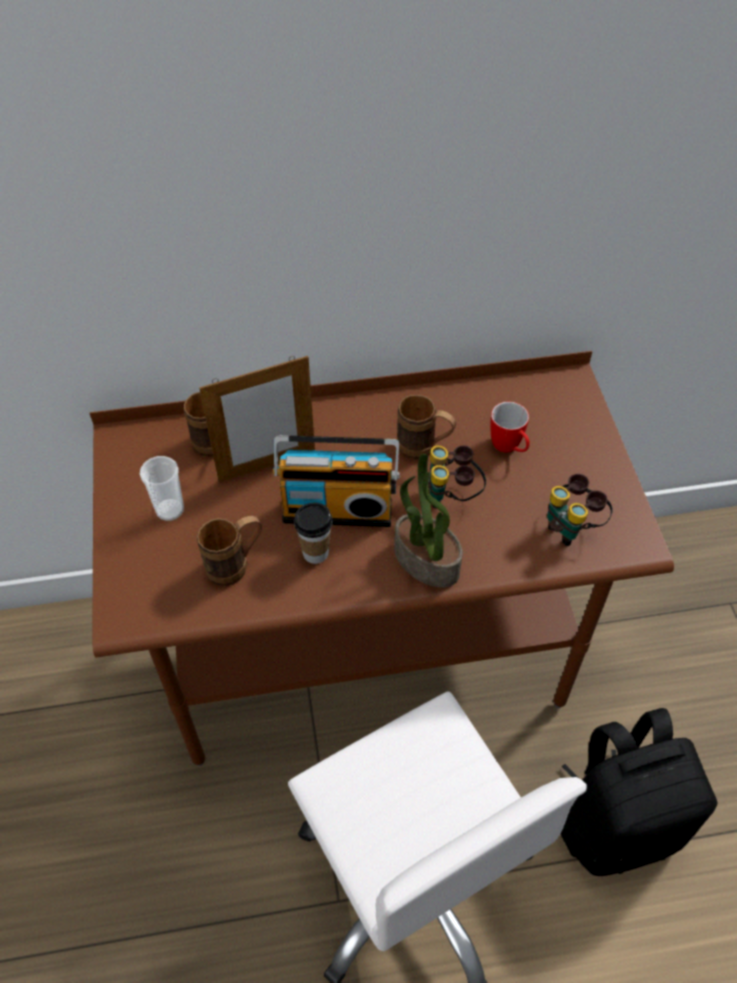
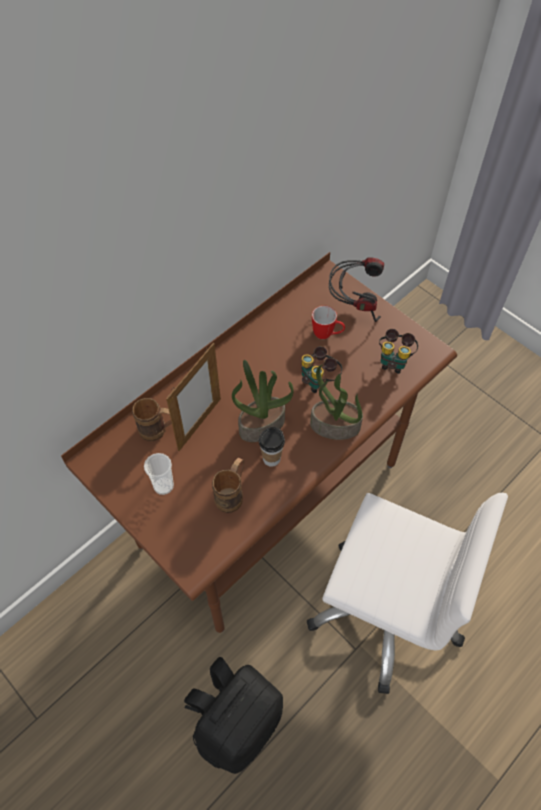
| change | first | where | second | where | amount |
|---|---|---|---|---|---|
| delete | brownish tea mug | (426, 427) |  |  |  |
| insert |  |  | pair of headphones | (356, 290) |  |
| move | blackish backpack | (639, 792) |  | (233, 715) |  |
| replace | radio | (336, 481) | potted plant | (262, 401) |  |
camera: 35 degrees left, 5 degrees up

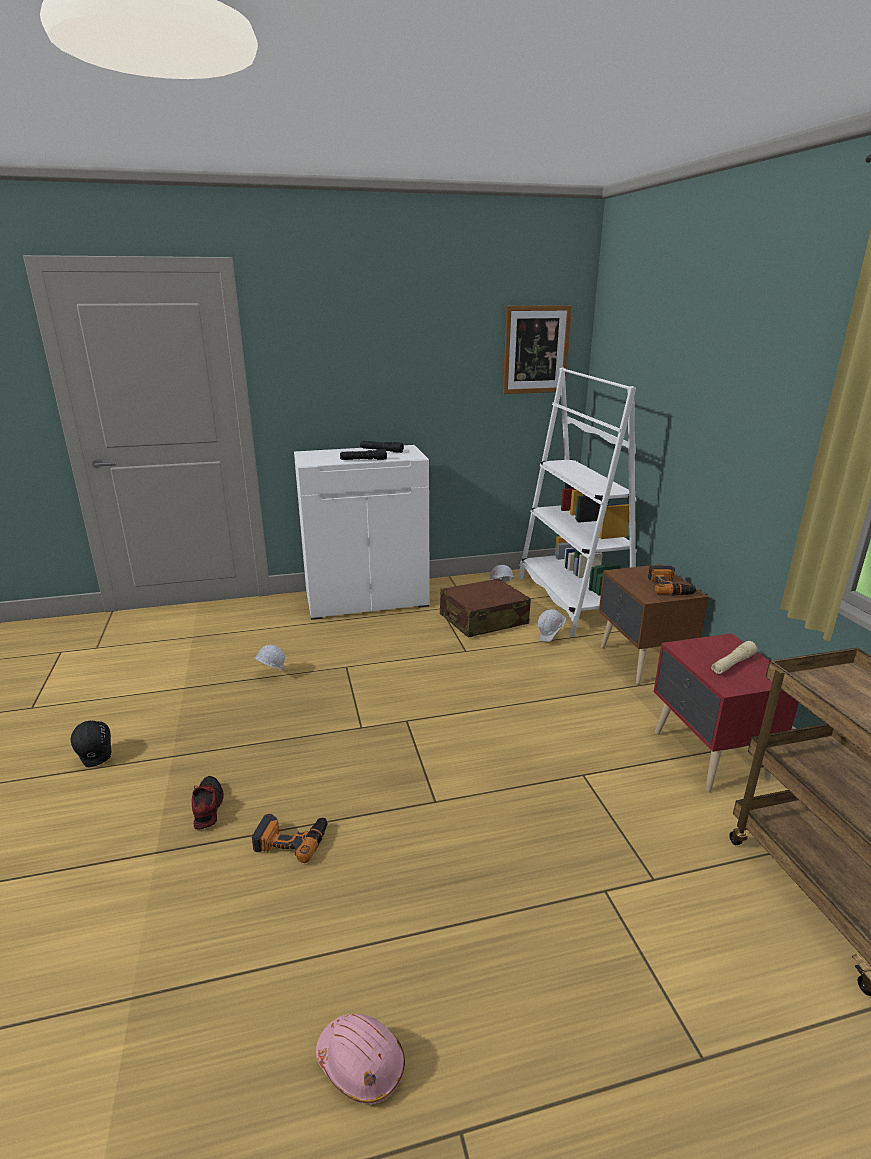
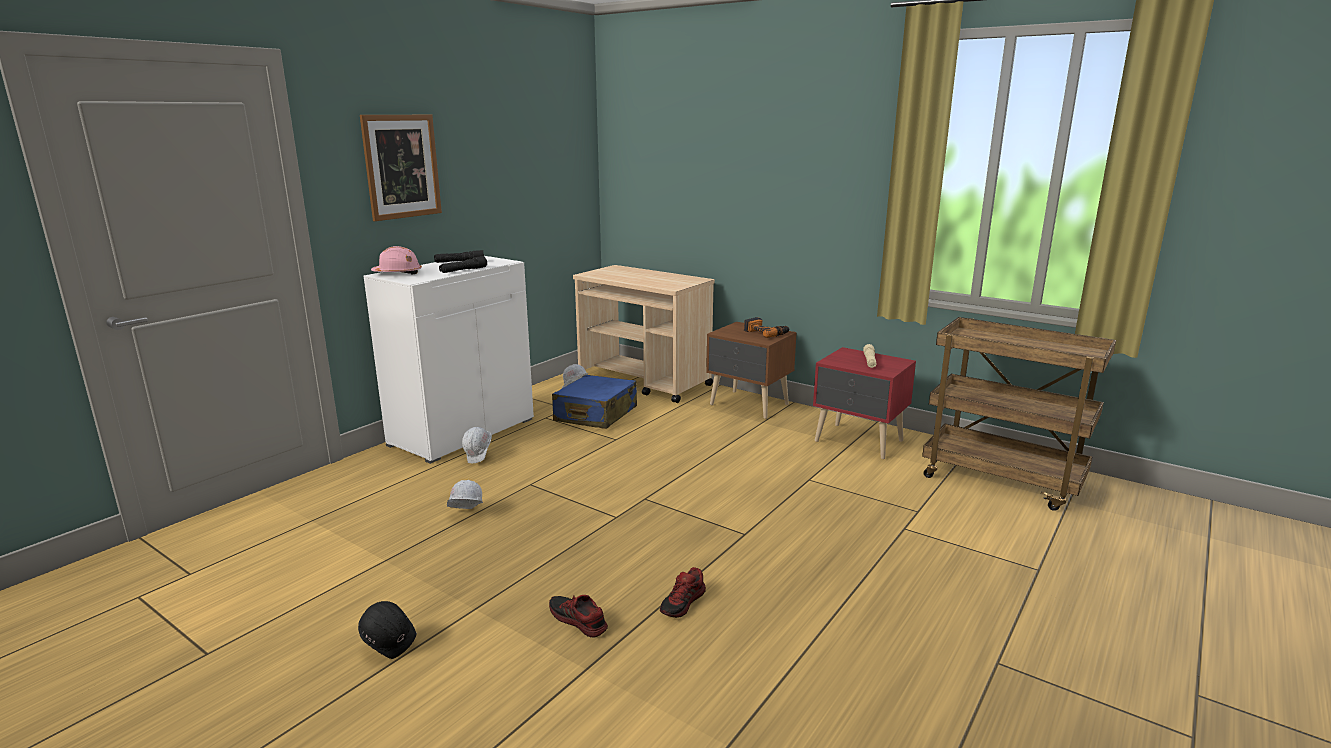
| change | first | where | second | where | amount |
|---|---|---|---|---|---|
| move | pink safety helmet | (360, 1058) |  | (396, 260) |  |
| move | wall art | (537, 349) |  | (401, 168) |  |
| move | white-coloured safety helmet | (552, 625) |  | (477, 445) |  |
| replace | power drill | (289, 838) | low shoe | (683, 592) |  |
| replace | white-coloured bookshelf | (577, 502) | sand-coloured wheeled cart | (644, 334) |  |
| recolor | brownish suitcase | (485, 608) | blue-coloured suitcase | (594, 402) |  |
camera: 40 degrees left, 5 degrees down

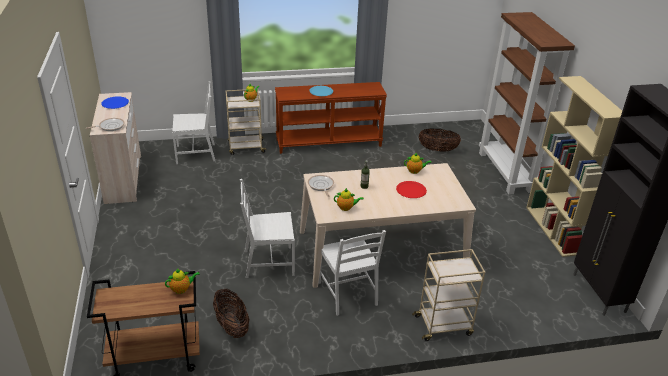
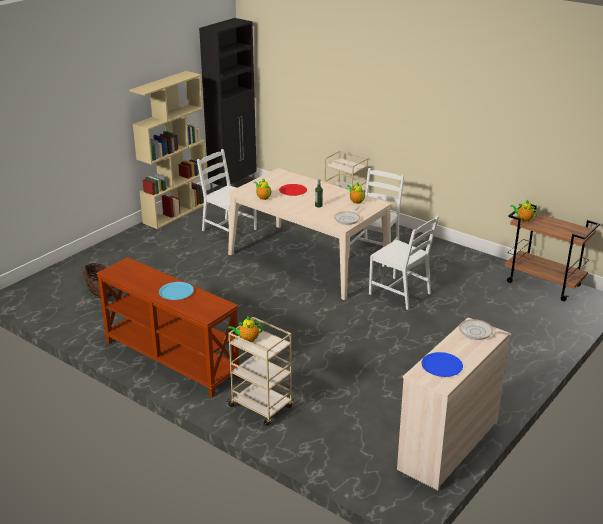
| change | first | where | second | where | amount |
|---|---|---|---|---|---|
| delete | storage basket | (231, 313) |  |  |  |
| delete | brownish bookshelf | (527, 103) |  |  |  |
| move | white-coloured upright chair | (193, 122) |  | (227, 190) |  |
camera: 130 degrees left, 5 degrees down

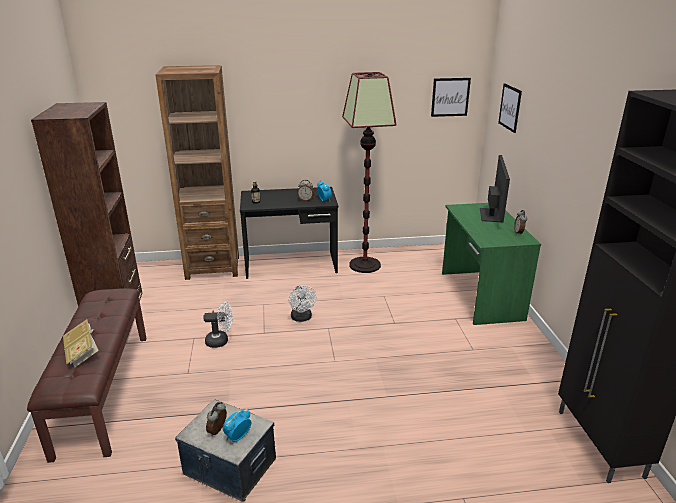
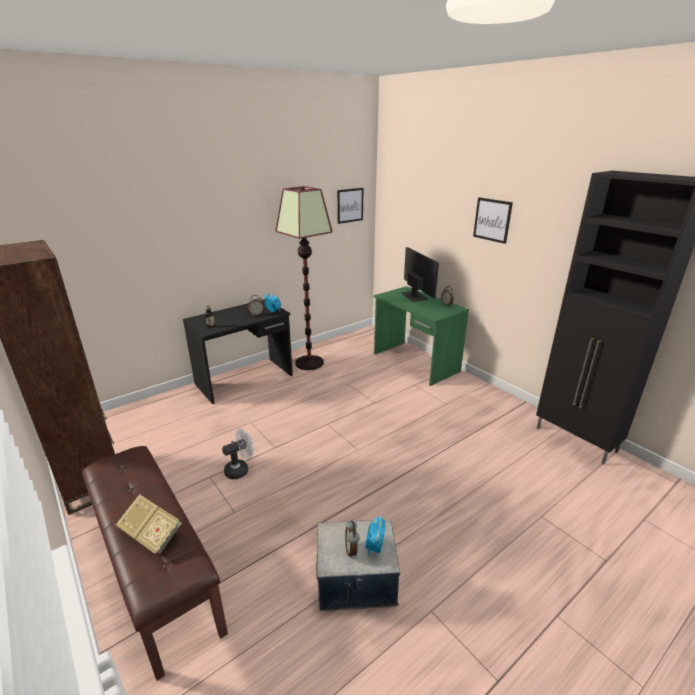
| change | first | where | second | where | amount |
|---|---|---|---|---|---|
| delete | brownish bookshelf | (197, 172) |  |  |  |
| delete | white-coloured electric fan | (303, 304) |  |  |  |
| move | wall art | (510, 108) |  | (493, 220) |  |
camera: 30 degrees left, 0 degrees up

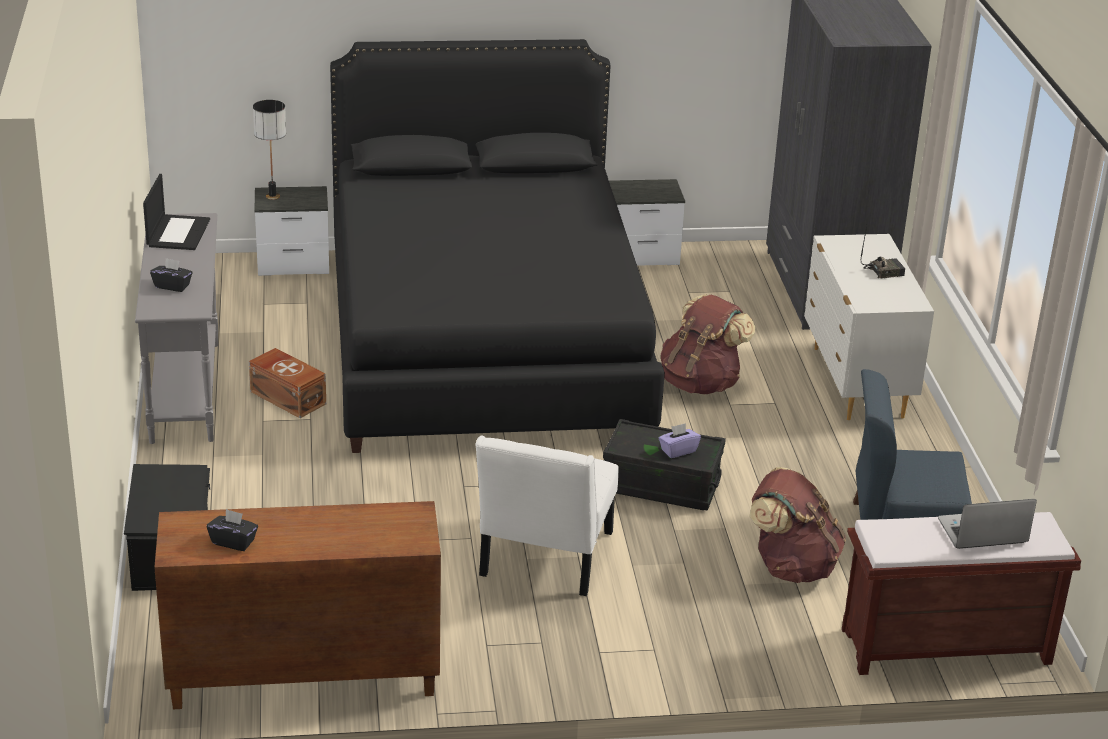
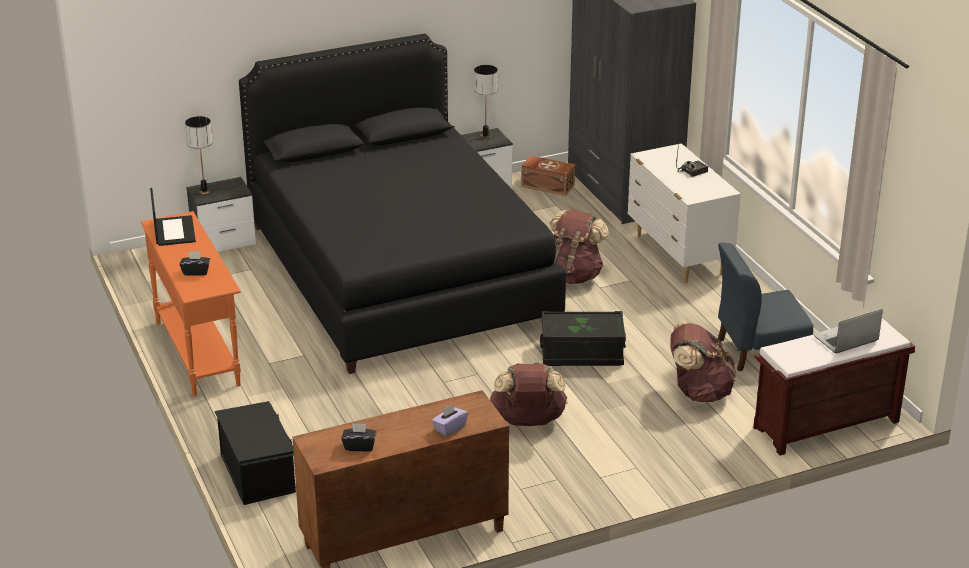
| change | first | where | second | where | amount |
|---|---|---|---|---|---|
| insert |  |  | table lamp | (486, 102) |  |
| move | brownish storage box | (287, 383) |  | (548, 176) |  |
| move | purple box of tissues | (680, 440) |  | (450, 420) |  |
| replace | white-coloured upright chair | (547, 516) | brownish backpack | (528, 394) |  |
| recolor | grey console table | (176, 328) | orangey console table | (191, 304) |  |
camera: 15 degrees left, 0 degrees up

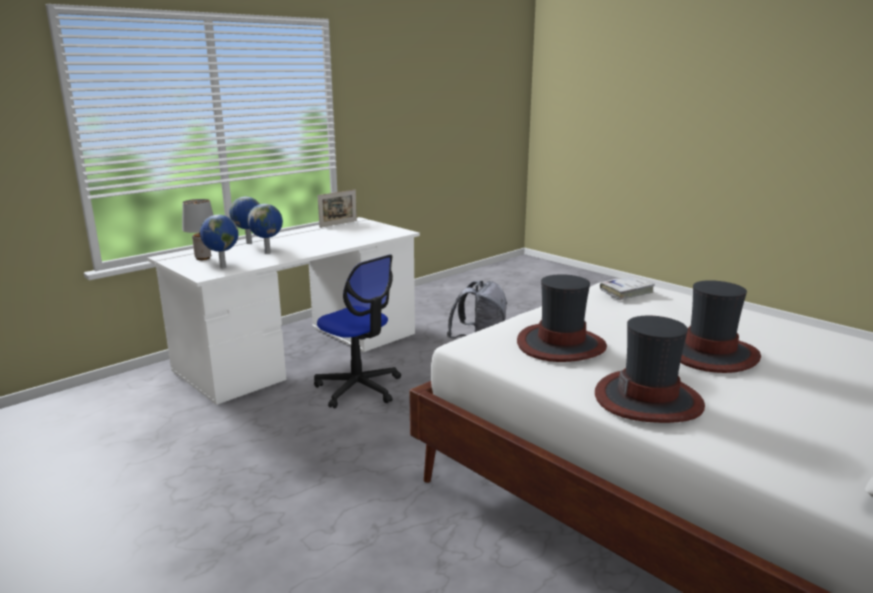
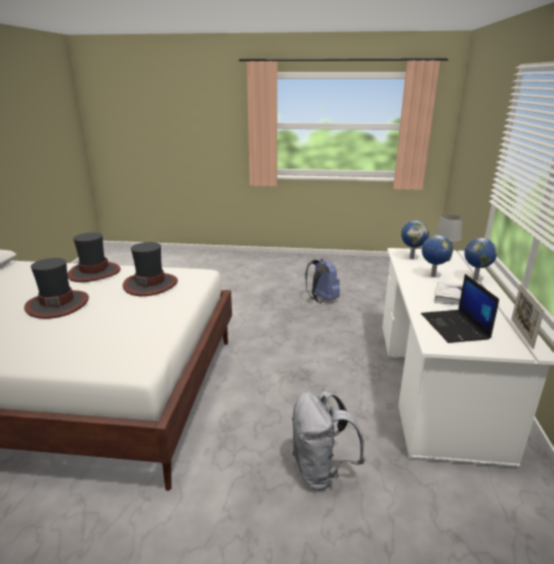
| change | first | where | second | where | amount |
|---|---|---|---|---|---|
| delete | desk chair | (357, 331) |  |  |  |
| insert |  |  | blue-coloured backpack | (322, 281) |  |
| insert |  |  | laptop | (460, 308) |  |
| move | white-coloured bound book | (627, 288) |  | (448, 293) |  |
camera: 140 degrees right, 5 degrees up

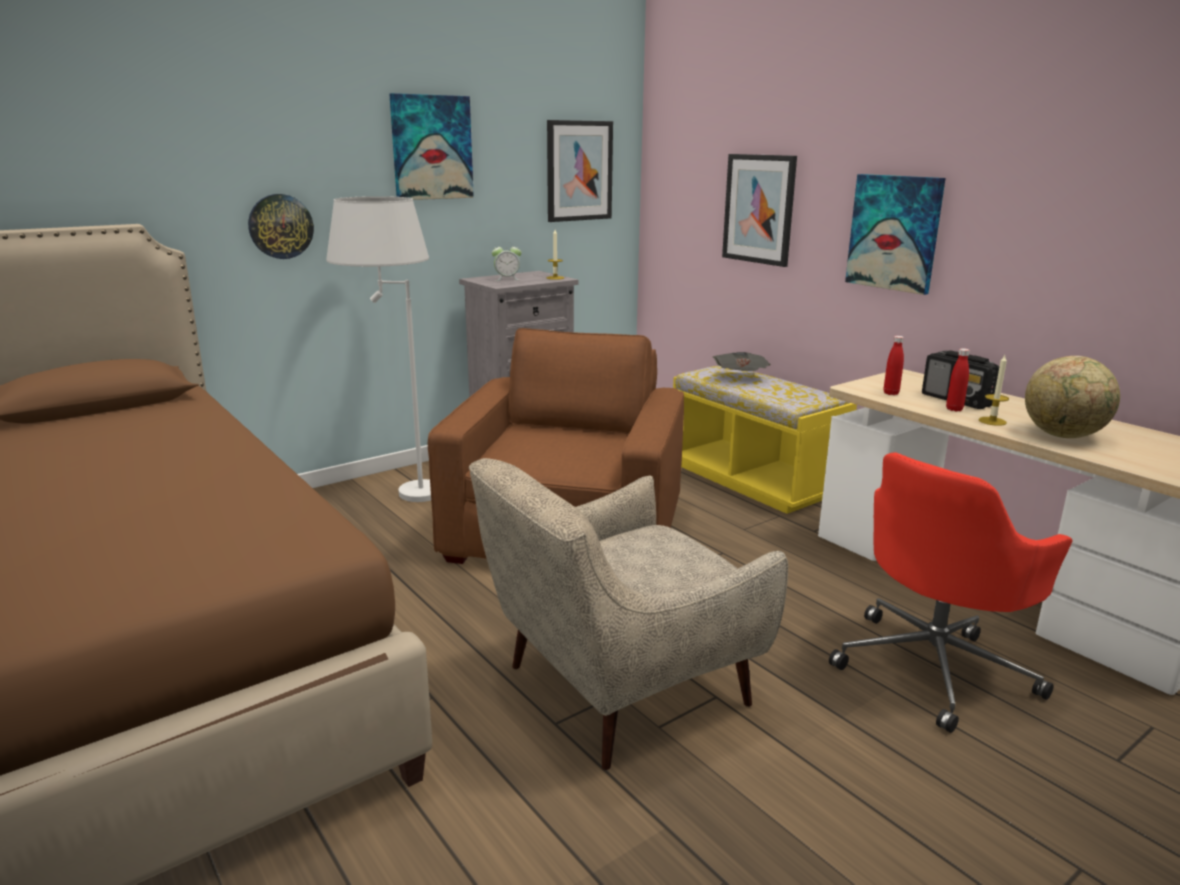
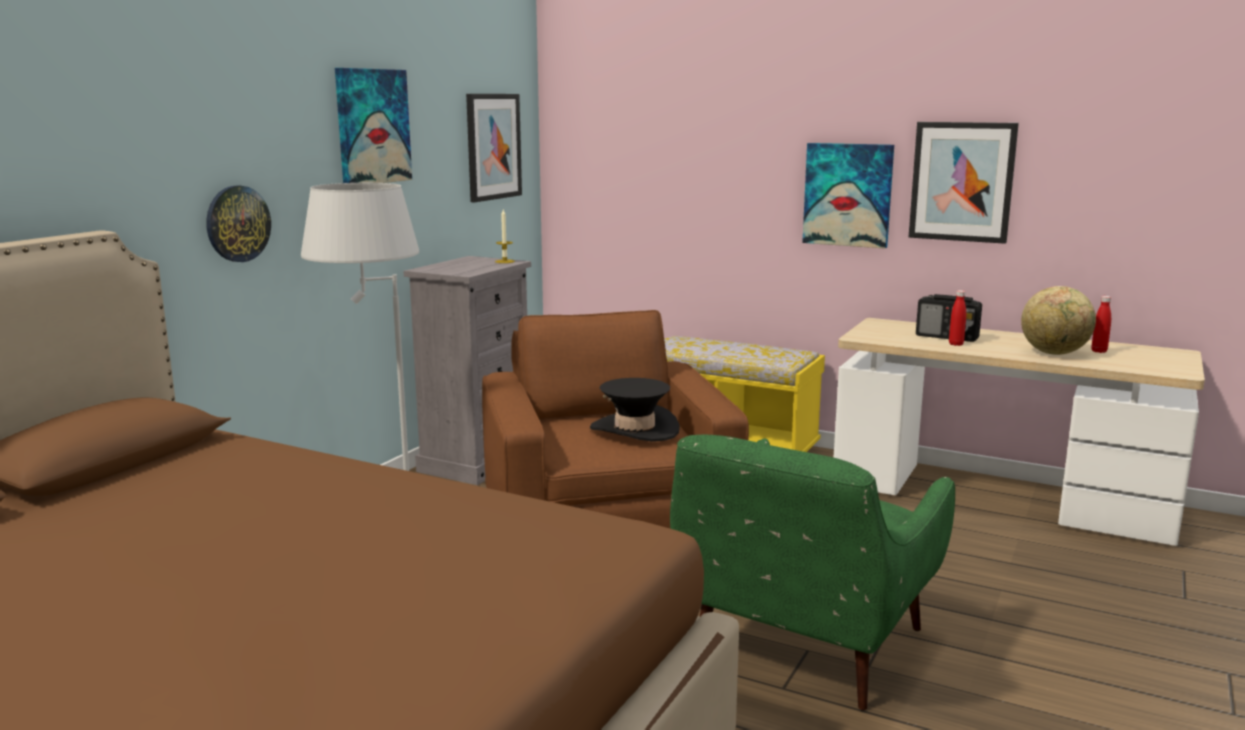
| change | first | where | second | where | amount |
|---|---|---|---|---|---|
| delete | table clock | (506, 261) |  |  |  |
| delete | daily paper | (742, 361) |  |  |  |
| delete | red desk chair | (951, 592) |  |  |  |
| delete | candle | (994, 390) |  |  |  |
| insert |  |  | blackish clothing hat | (635, 410) |  |
| move | wall art | (759, 210) |  | (964, 183) |  |
| move | red beverage bottle | (893, 365) |  | (1101, 324) |  |
| recolor | sand-coloured easy chair | (628, 614) | green easy chair | (812, 573) |  |
camera: 25 degrees left, 5 degrees down

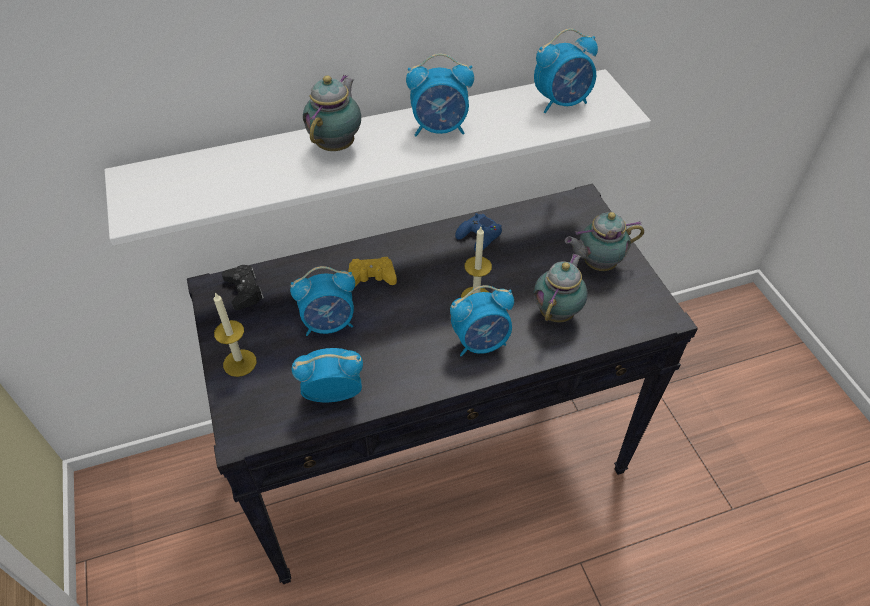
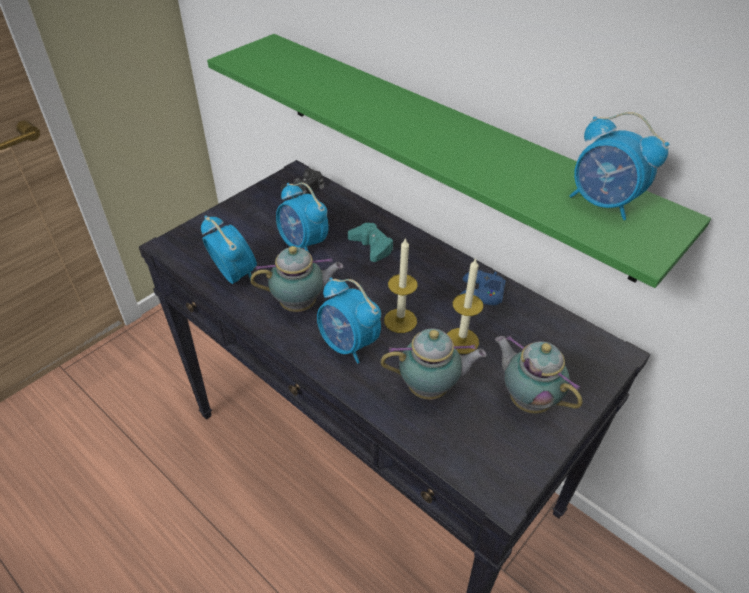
| change | first | where | second | where | amount |
|---|---|---|---|---|---|
| delete | table clock | (440, 94) |  |  |  |
| move | candle | (235, 334) |  | (465, 306) |  |
| move | pot for tea | (332, 113) |  | (297, 279) |  |
| recolor | white-coloured shelf | (378, 157) | green shelf | (459, 161) |  |
| recolor | yellow-coloured gamepad | (372, 271) | turquoise-coloured gamepad | (370, 242) |  |
camera: 60 degrees right, 5 degrees down

